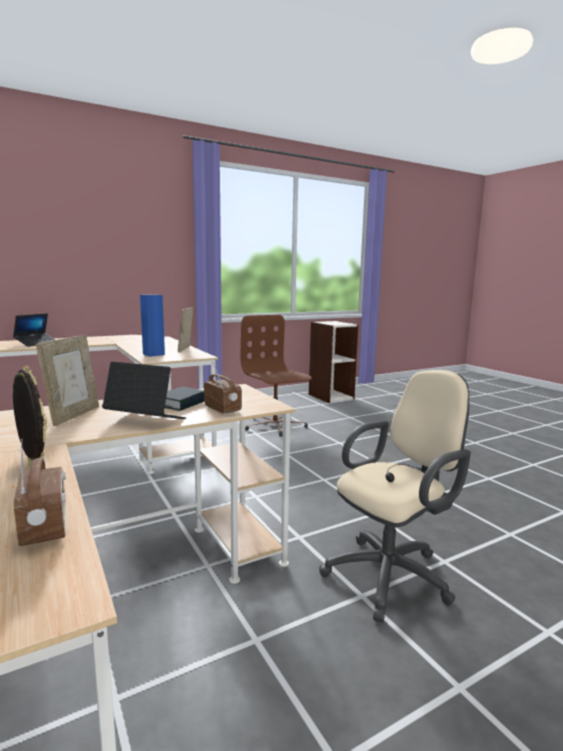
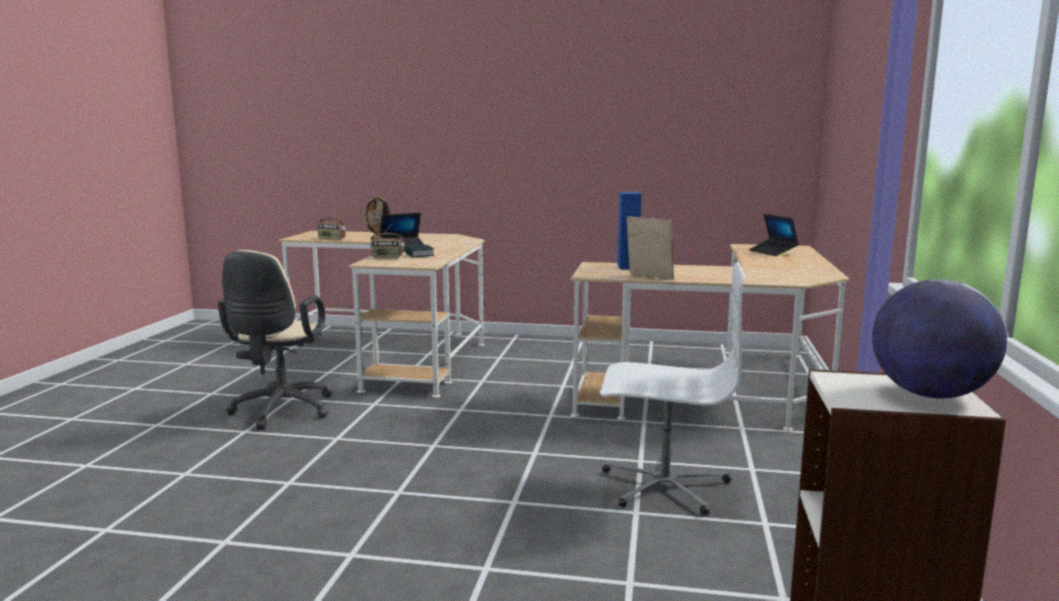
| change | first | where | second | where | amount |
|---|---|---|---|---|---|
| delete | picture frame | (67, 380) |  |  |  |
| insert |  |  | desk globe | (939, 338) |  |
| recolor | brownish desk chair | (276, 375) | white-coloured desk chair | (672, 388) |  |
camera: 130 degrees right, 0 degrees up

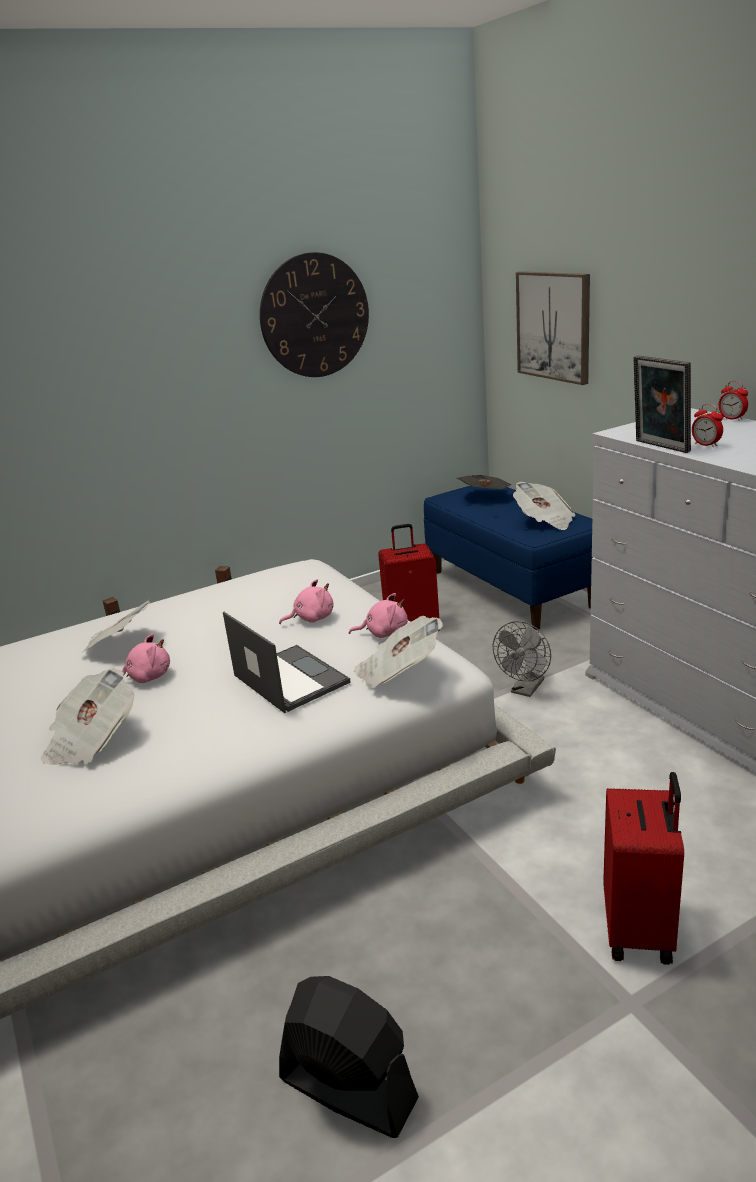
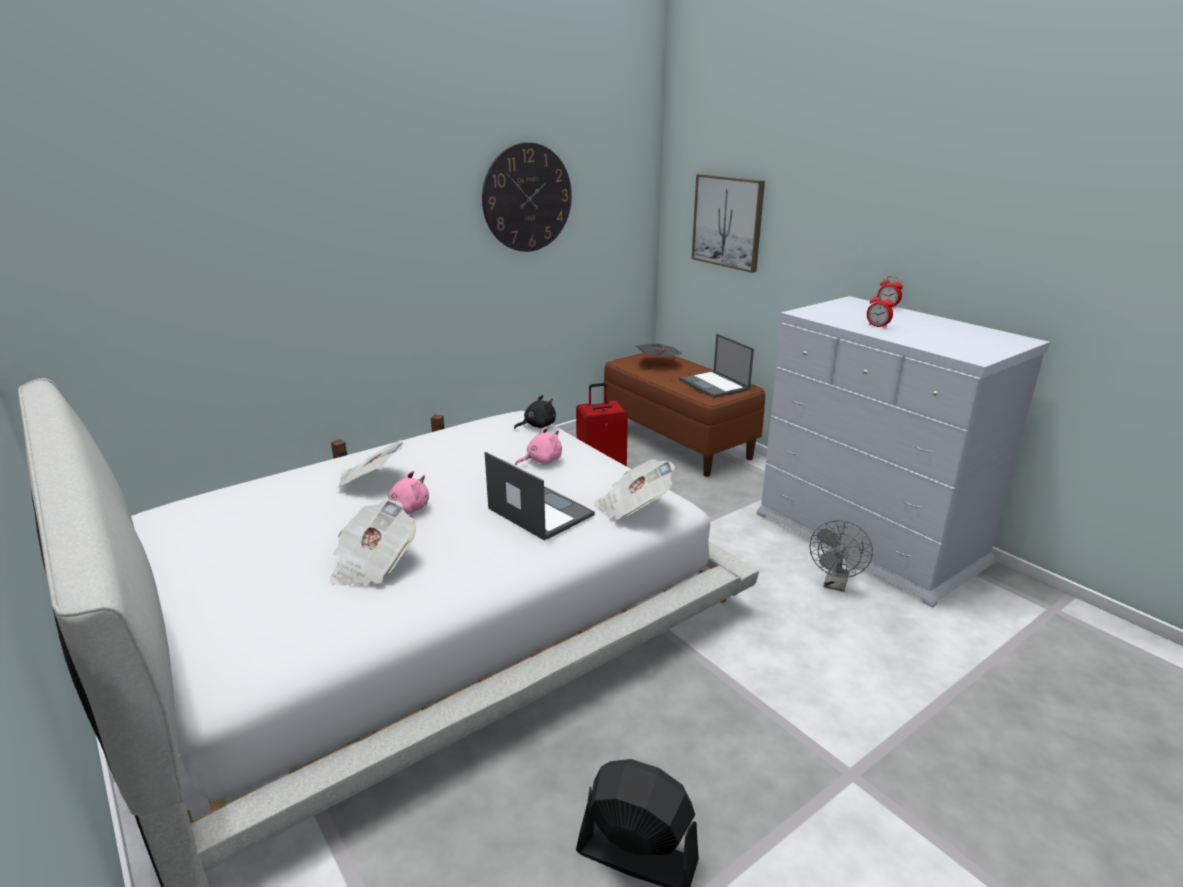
| change | first | where | second | where | amount |
|---|---|---|---|---|---|
| delete | pink plush toy | (378, 615) |  |  |  |
| delete | red suitcase | (643, 868) |  |  |  |
| delete | picture frame | (662, 404) |  |  |  |
| insert |  |  | blackish plush toy | (535, 412) |  |
| move | grey electric fan | (522, 659) |  | (841, 556) |  |
| replace | daily paper | (544, 506) | laptop | (716, 366) |  |
| recolor | blue-coloured long seat | (508, 558) | brownish long seat | (684, 415) |  |
camera: 10 degrees left, 0 degrees up

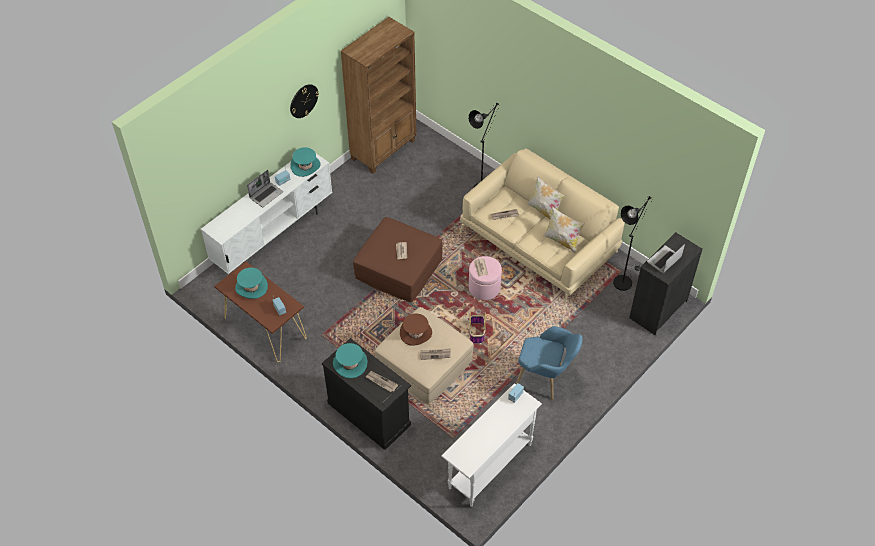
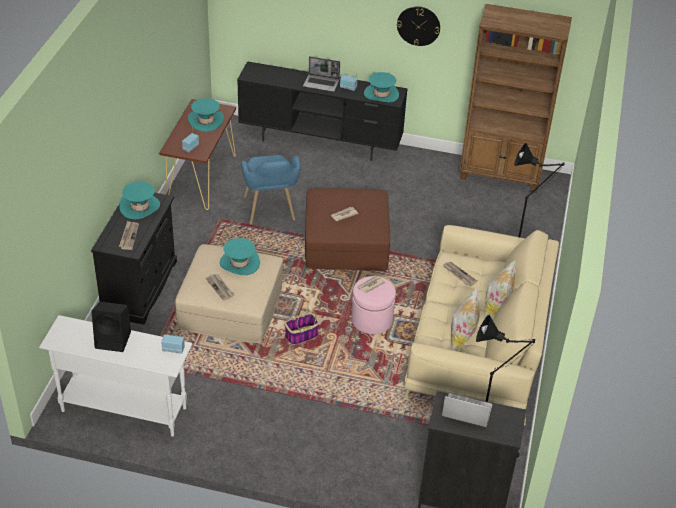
| change | first | where | second | where | amount |
|---|---|---|---|---|---|
| insert |  |  | blackish audio speaker | (111, 327) |  |
| move | blue-coloured easy chair | (549, 363) |  | (271, 189) |  |
| recolor | white-coloured tv unit | (266, 214) | blackish tv unit | (322, 111) |  |
| recolor | brownish clothing hat | (416, 329) | turquoise-coloured clothing hat | (240, 256) |  |
camera: 60 degrees right, 10 degrees down

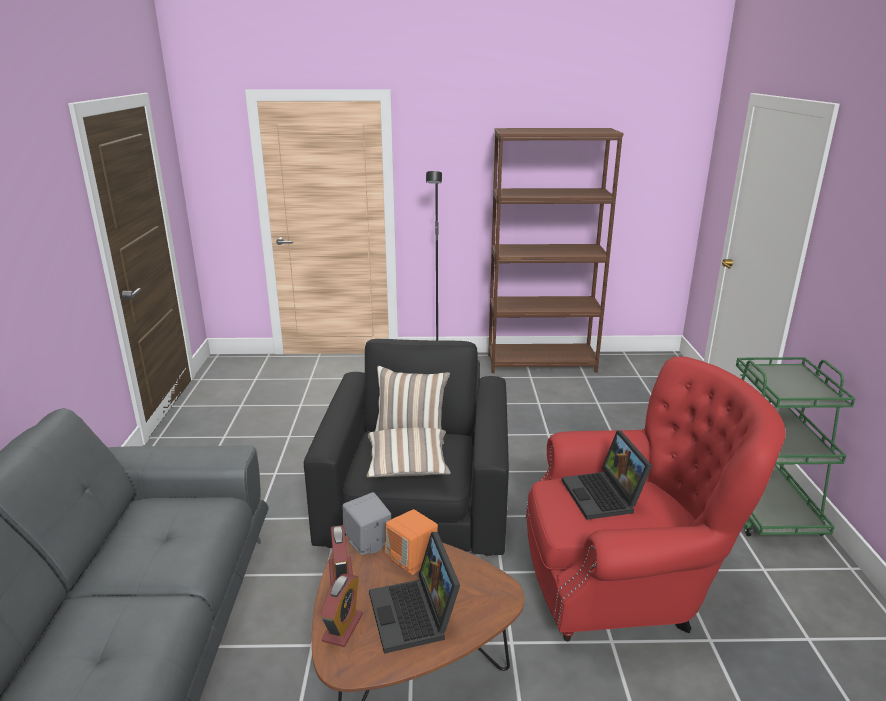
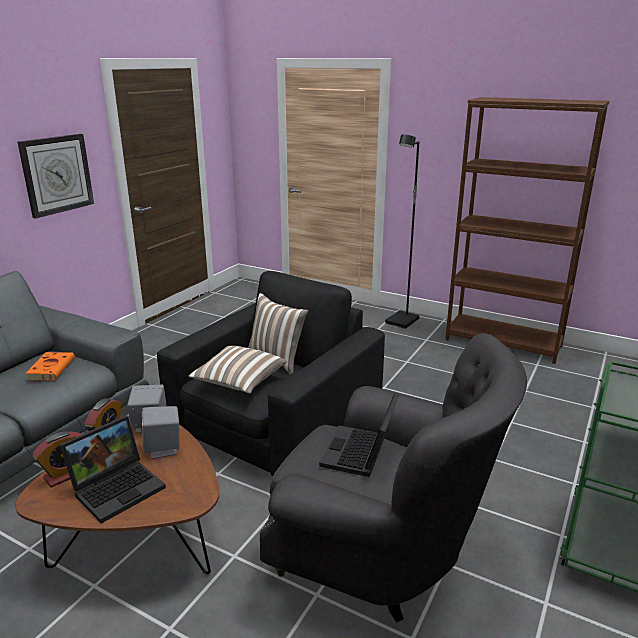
| change | first | where | second | where | amount |
|---|---|---|---|---|---|
| insert |  |  | hanging clock | (56, 176) |  |
| insert |  |  | orangey bound book | (50, 366) |  |
| recolor | orangey audio speaker | (411, 542) | grey audio speaker | (161, 432) |  |
| recolor | red easy chair | (656, 498) | grey easy chair | (393, 478) |  |
| rotate | laptop | (414, 593) |  | (113, 470) | 150 degrees counterclockwise |
camera: 30 degrees right, 0 degrees up

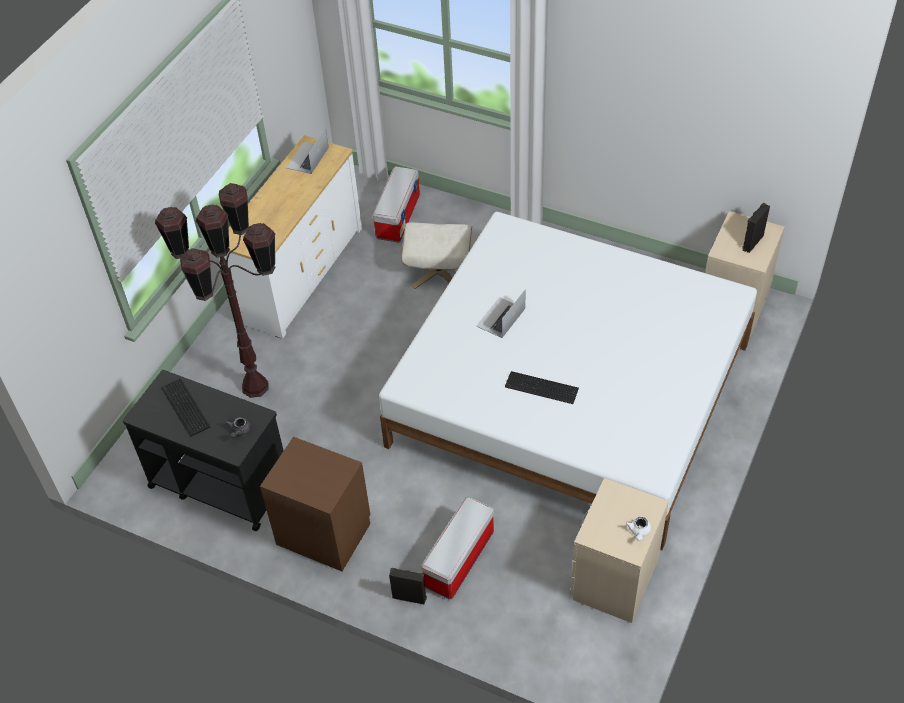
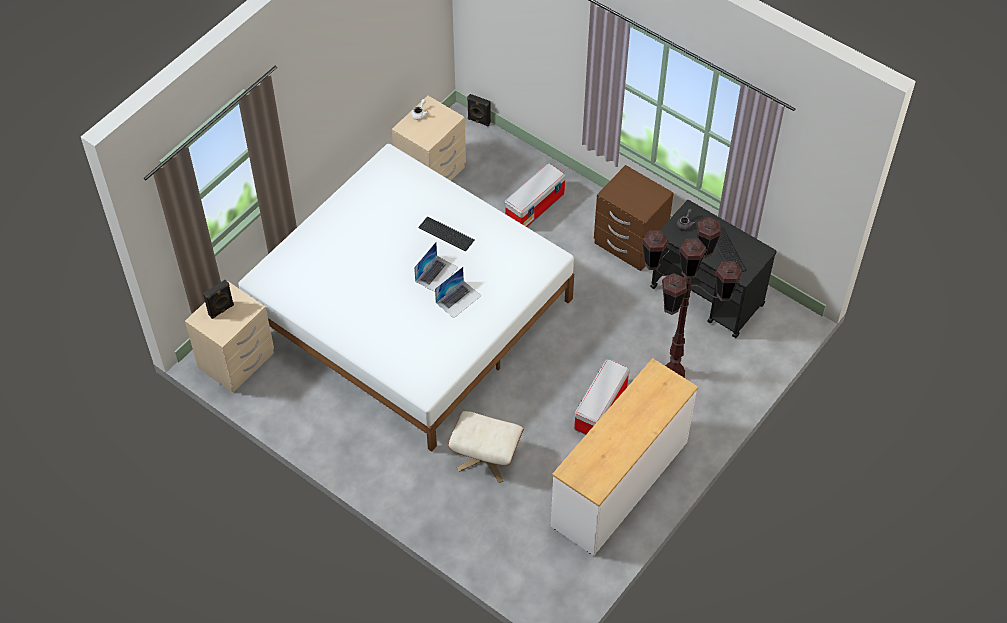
| change | first | where | second | where | amount |
|---|---|---|---|---|---|
| move | laptop | (307, 150) |  | (436, 267) |  |
| move | storage box | (396, 204) |  | (602, 397) |  |
| move | blackish audio speaker | (408, 586) |  | (479, 110) |  |
camera: 170 degrees left, 5 degrees up

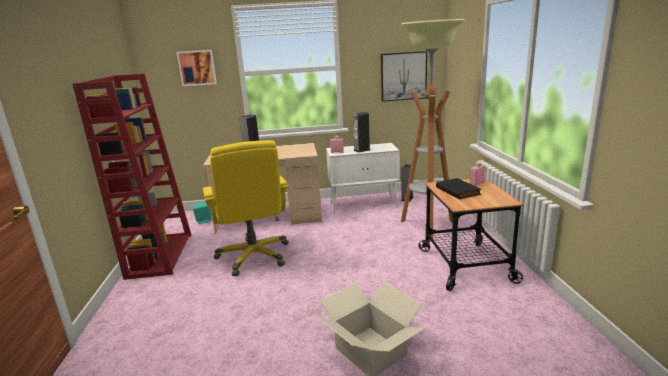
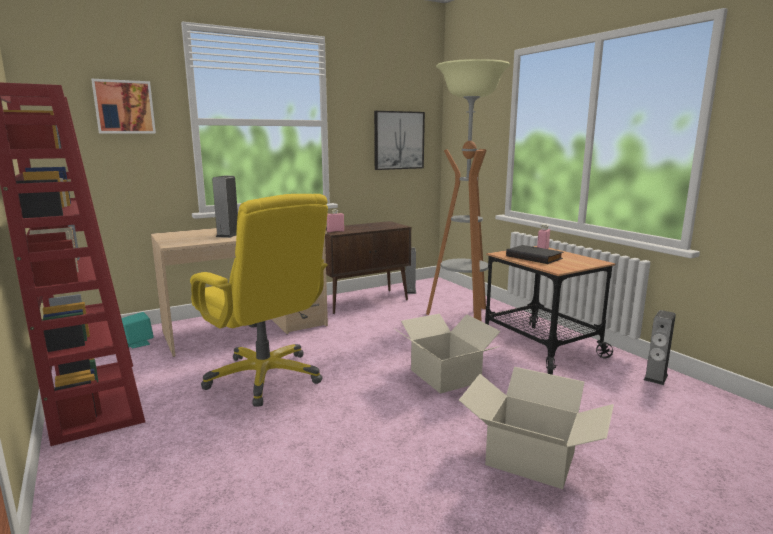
| change | first | where | second | where | amount |
|---|---|---|---|---|---|
| insert |  |  | carton | (447, 354) |  |
| move | audio speaker | (362, 132) |  | (660, 347) |  |
| recolor | white-coloured storage cabinet | (363, 178) | brownish storage cabinet | (368, 267) |  |
camera: 25 degrees left, 5 degrees down

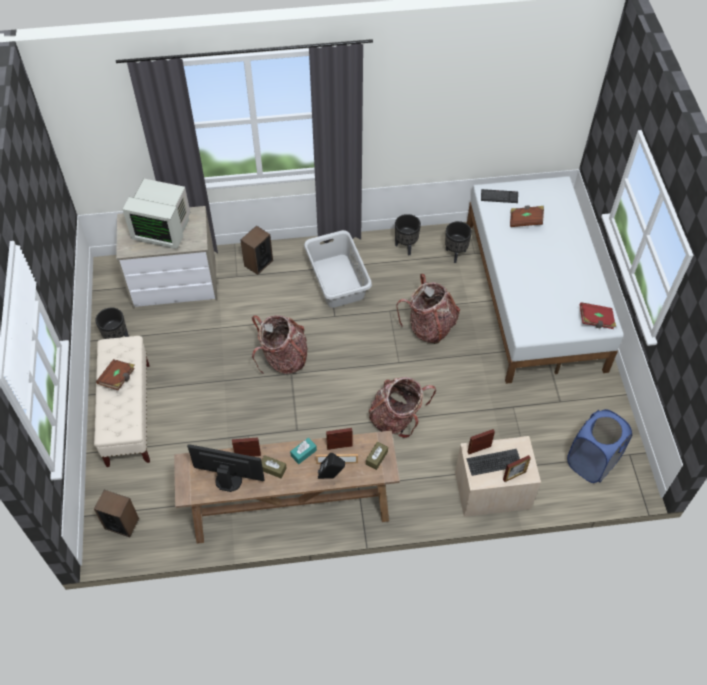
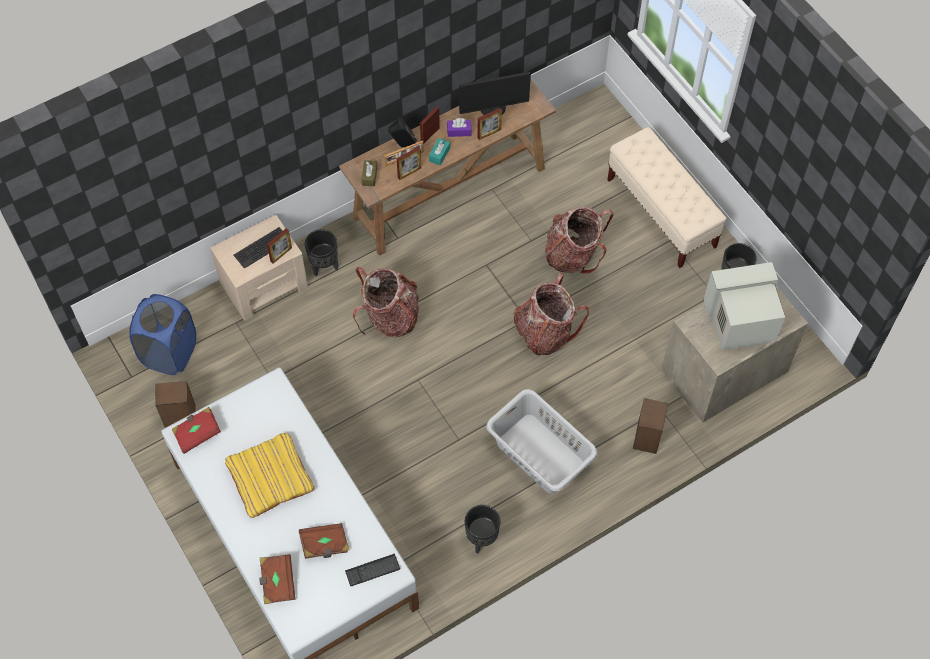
| change | first | where | second | where | amount |
|---|---|---|---|---|---|
| insert |  |  | yellow-coloured pillow | (269, 475) |  |
| move | audio speaker | (116, 513) |  | (175, 404) |  |
| move | brownish bound book | (115, 374) |  | (278, 579) |  |
| move | backpack | (428, 309) |  | (579, 240) |  |
| move | blackish flower pot | (458, 242) |  | (321, 252) |  |
| move | picture frame | (517, 468) |  | (430, 125) |  |
| recolor | brownish box of tissues | (274, 466) | purple box of tissues | (459, 127) |  |
camera: 155 degrees right, 5 degrees up

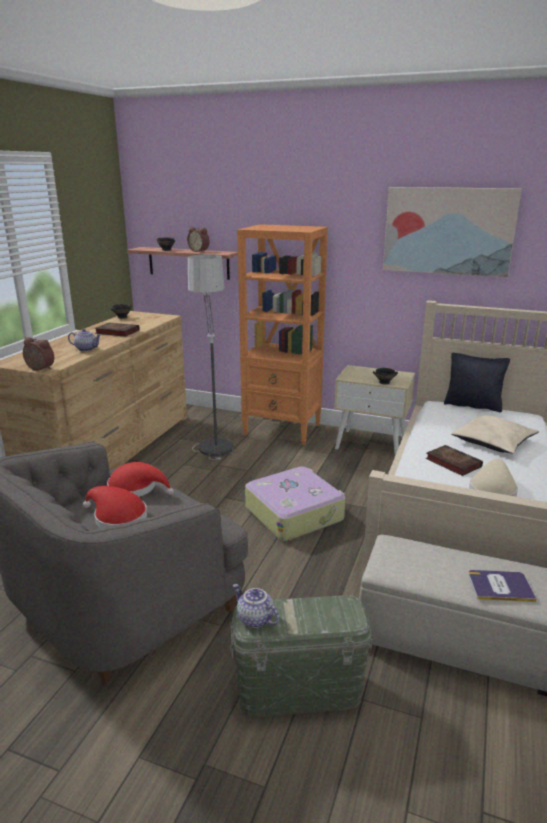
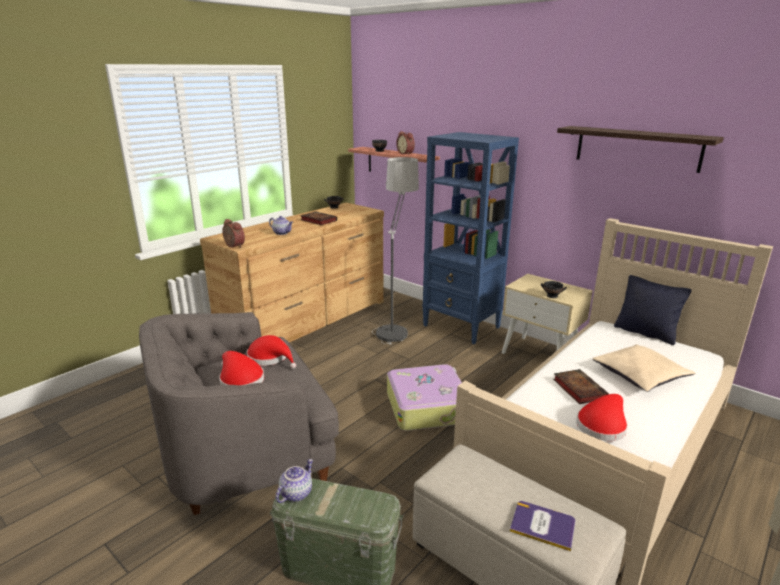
| change | first | where | second | where | amount |
|---|---|---|---|---|---|
| replace | wall art | (452, 232) | shelf | (640, 149) |  |
| recolor | orangey bookshelf | (282, 334) | blue-coloured bookshelf | (470, 238) |  |
| recolor | sand-coloured clothing hat | (493, 478) | red clothing hat | (602, 417) |  |
| rotate | pot for tea | (256, 606) |  | (294, 481) | 60 degrees clockwise |
camera: 20 degrees right, 0 degrees up

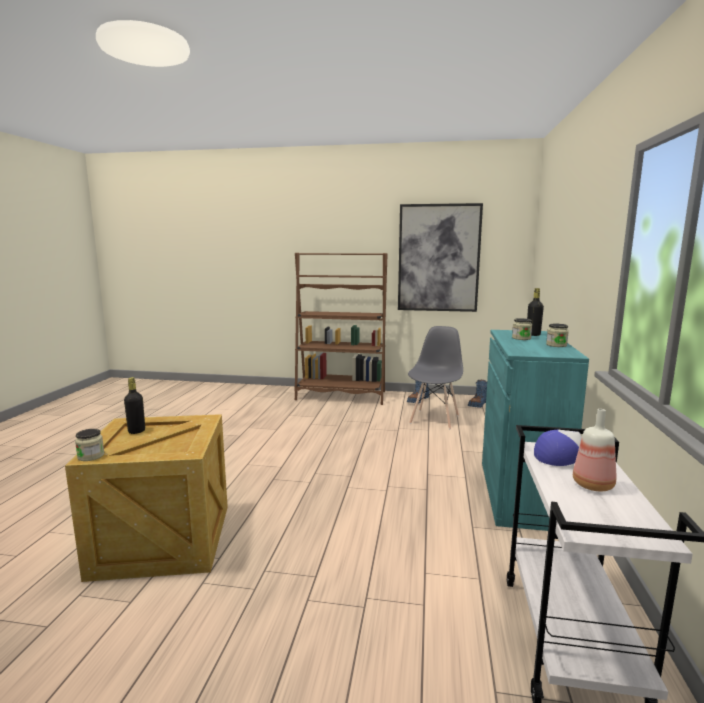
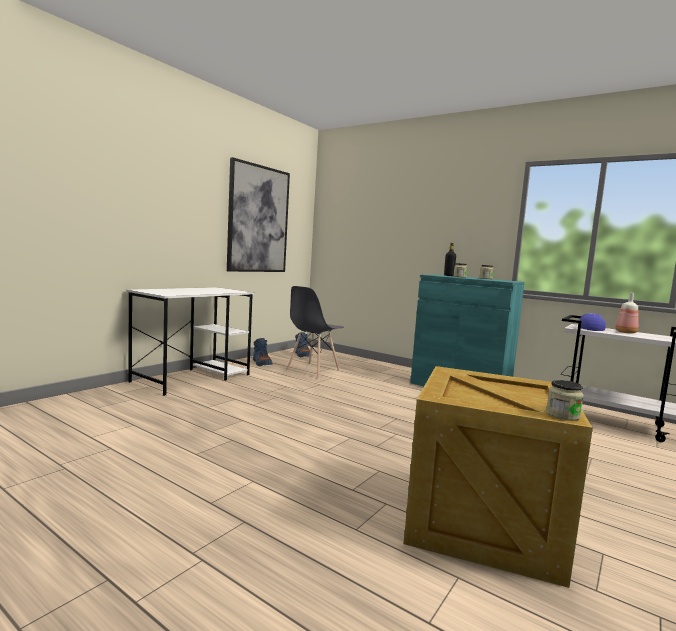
| change | first | where | second | where | amount |
|---|---|---|---|---|---|
| delete | blackish beverage bottle | (134, 405) |  |  |  |
| replace | brownish bookshelf | (340, 329) | white-coloured desk | (190, 341) |  |
| rotate | grey upright chair | (435, 377) |  | (315, 332) | 105 degrees counterclockwise |
camera: 65 degrees left, 5 degrees down

